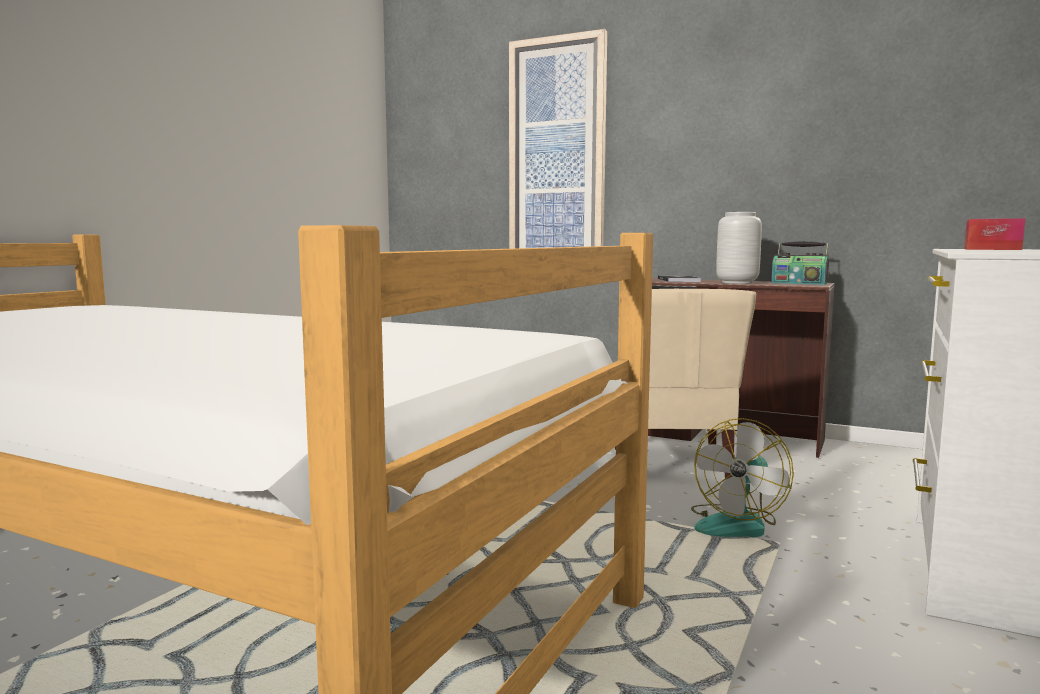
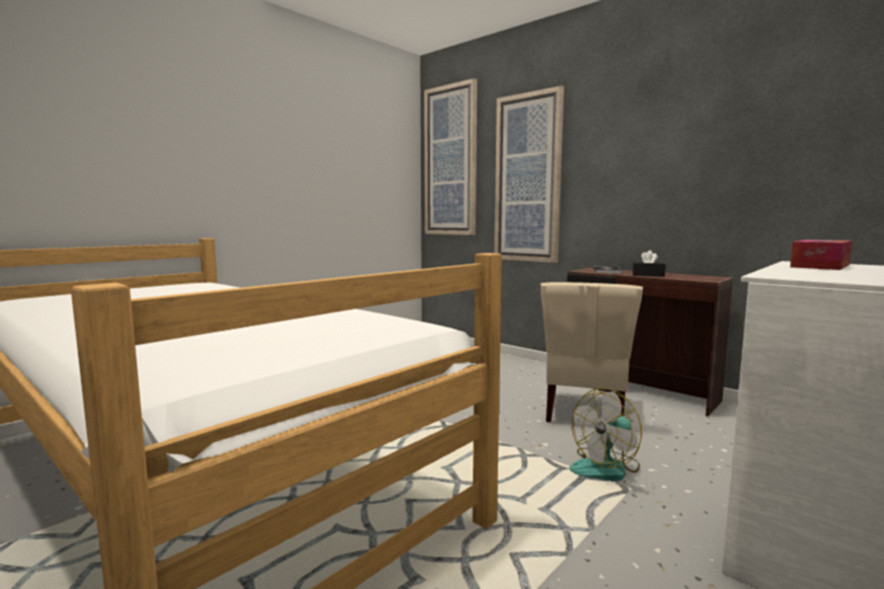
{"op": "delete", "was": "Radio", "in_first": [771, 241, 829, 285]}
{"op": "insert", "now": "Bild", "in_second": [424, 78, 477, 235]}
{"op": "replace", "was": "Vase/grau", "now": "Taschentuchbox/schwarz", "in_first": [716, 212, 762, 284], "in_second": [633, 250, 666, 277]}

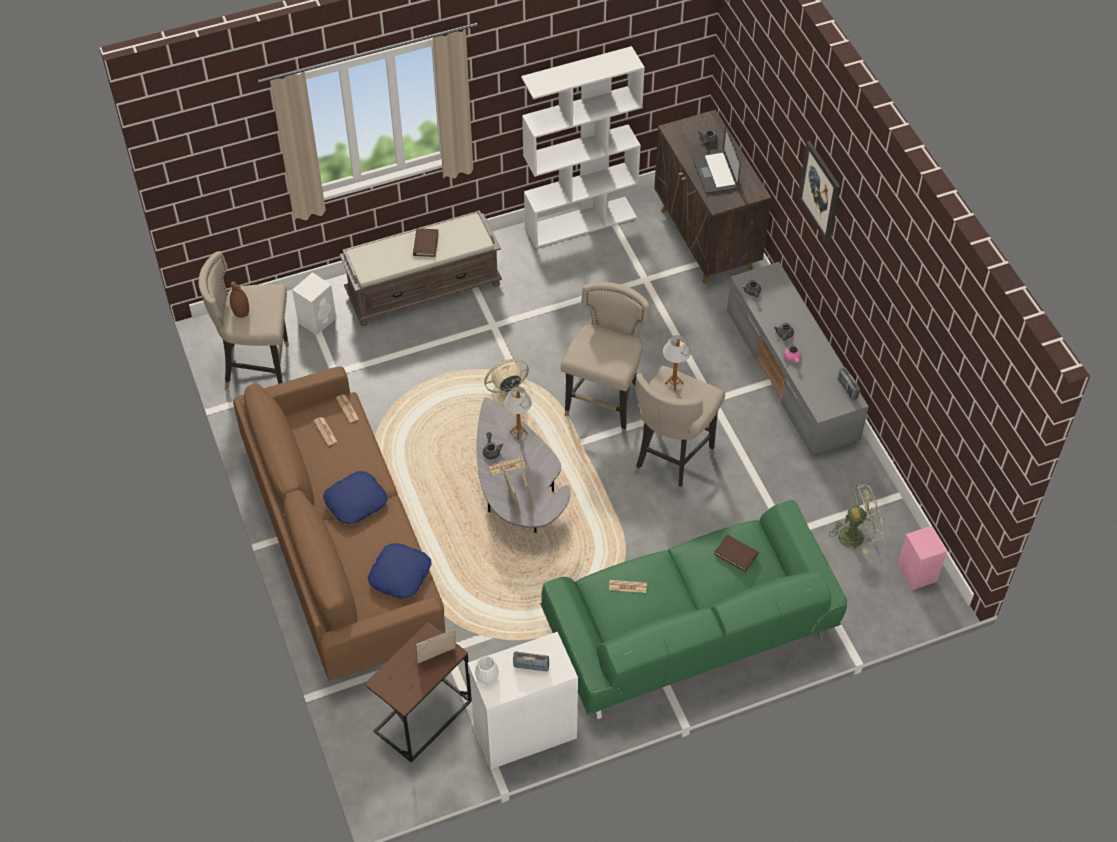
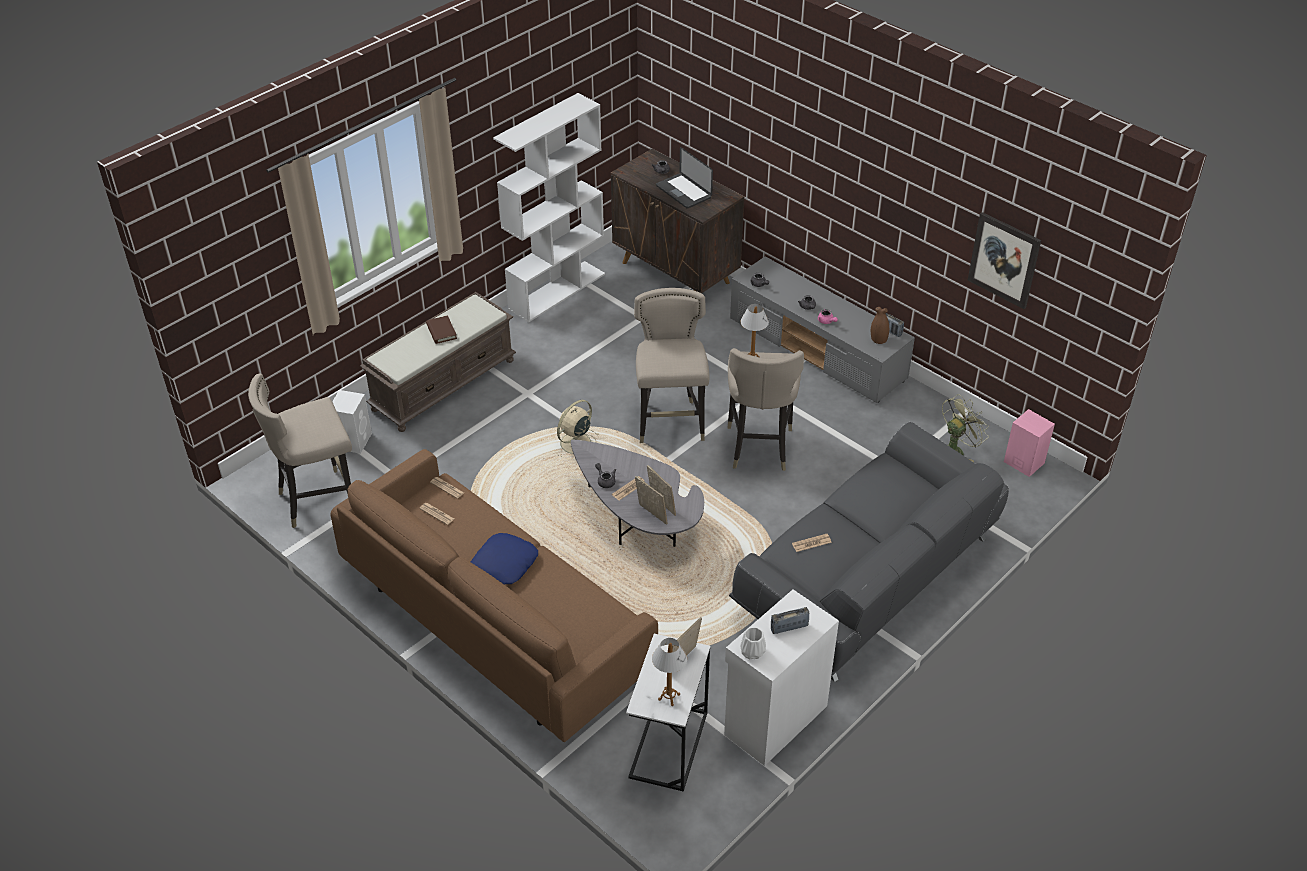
{"op": "delete", "was": "Kissen/blau", "in_first": [368, 543, 432, 598]}
{"op": "delete", "was": "Buch/braun", "in_first": [714, 535, 759, 572]}
{"op": "move", "was": "Vase/braun", "in_first": [230, 281, 249, 318], "in_second": [871, 307, 889, 344]}
{"op": "move", "was": "Tischlampe", "in_first": [504, 387, 532, 440], "in_second": [652, 638, 687, 706]}
{"op": "move", "was": "Bild", "in_first": [798, 141, 841, 244], "in_second": [967, 212, 1041, 309]}
{"op": "recolor", "was": "Beistelltisch/braun", "now": "Beistelltisch/weiß", "in_first": [365, 622, 472, 763], "in_second": [626, 634, 710, 791]}
{"op": "recolor", "was": "Sofa/grün", "now": "Sofa/grau", "in_first": [540, 499, 847, 719], "in_second": [729, 422, 1009, 682]}

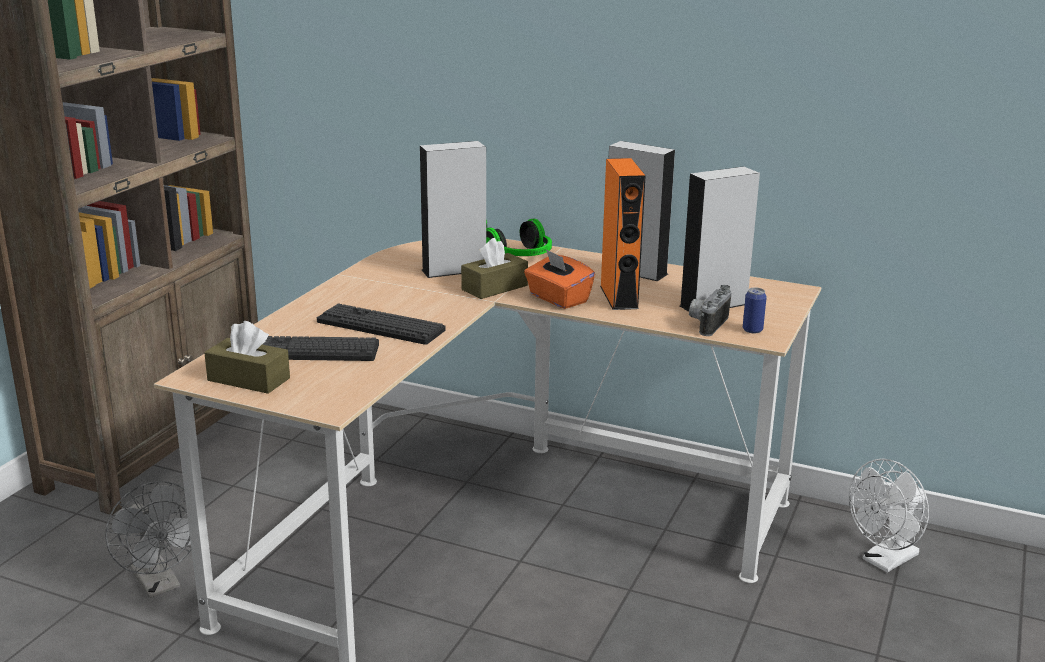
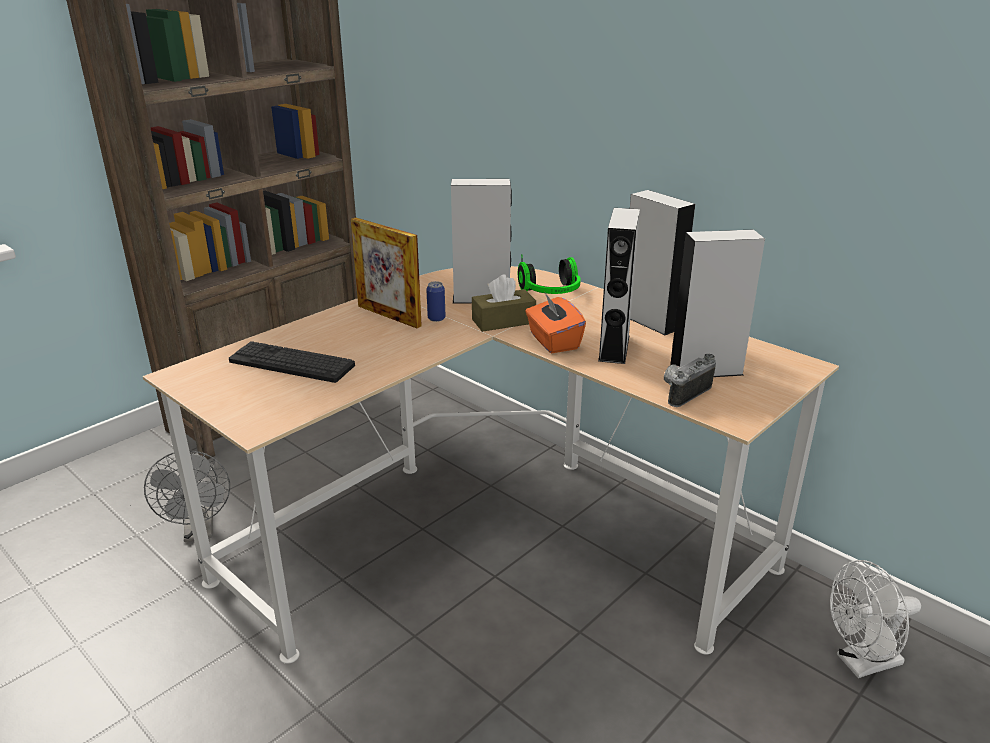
{"op": "delete", "was": "Taschentuchbox/braun", "in_first": [204, 321, 290, 394]}
{"op": "delete", "was": "Tastatur", "in_first": [317, 303, 445, 345]}
{"op": "insert", "now": "Bilderrahmen", "in_second": [351, 218, 422, 328]}
{"op": "move", "was": "Dose", "in_first": [743, 287, 767, 333], "in_second": [426, 281, 445, 322]}
{"op": "recolor", "was": "Lautsprecher/orange", "now": "Lautsprecher/grau", "in_first": [600, 158, 646, 310], "in_second": [598, 208, 640, 364]}

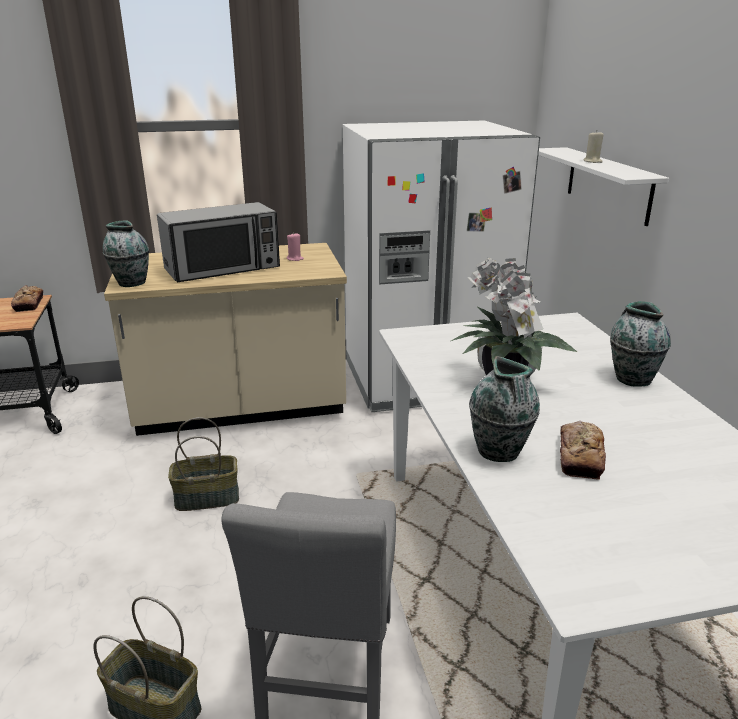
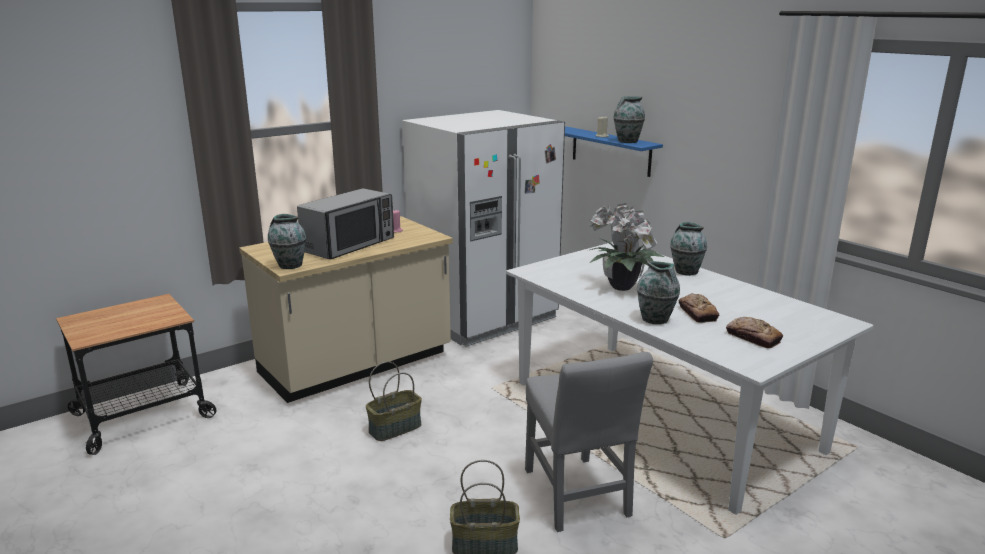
{"op": "insert", "now": "Vase", "in_second": [613, 96, 645, 143]}
{"op": "move", "was": "Brot", "in_first": [11, 285, 43, 312], "in_second": [726, 317, 783, 348]}
{"op": "recolor", "was": "Wandregal/weiß", "now": "Wandregal/blau", "in_first": [538, 147, 669, 226], "in_second": [565, 127, 663, 177]}

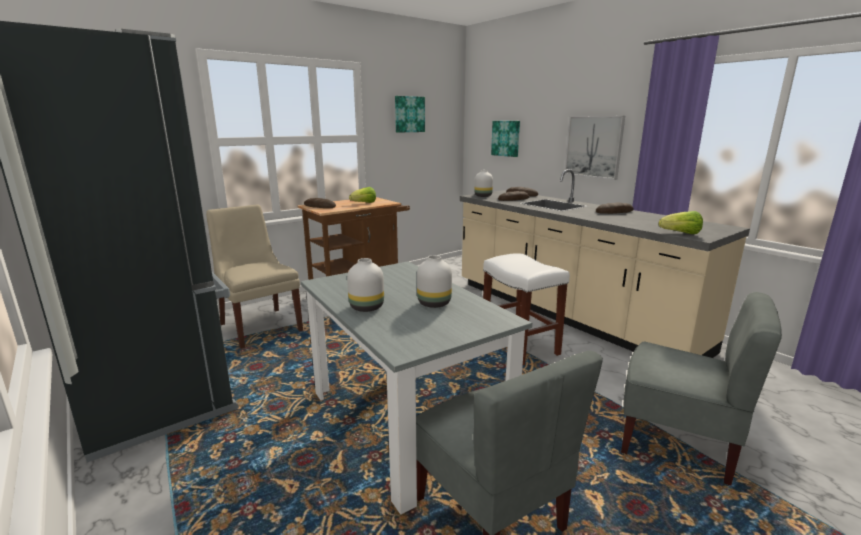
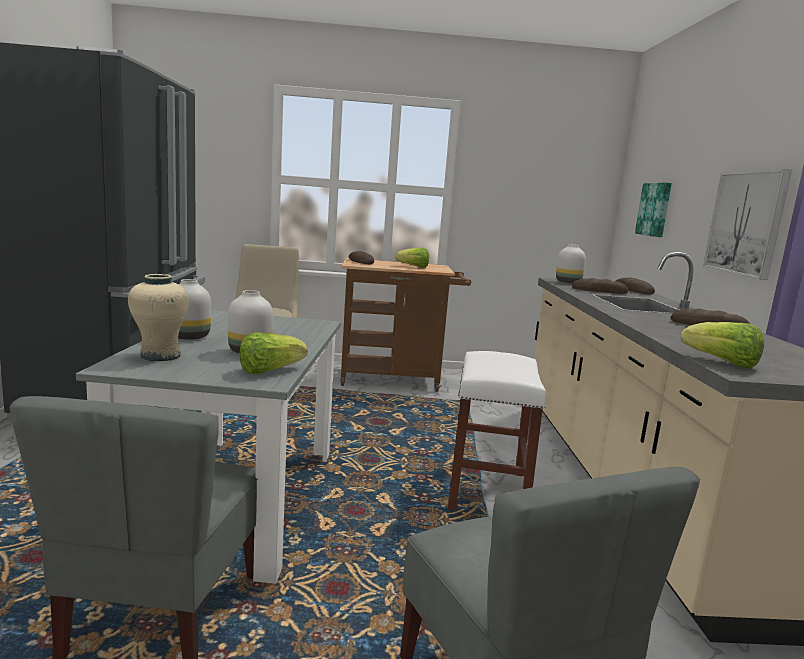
{"op": "delete", "was": "Bild", "in_first": [395, 96, 425, 132]}
{"op": "insert", "now": "Vase/beige", "in_second": [128, 274, 189, 361]}
{"op": "insert", "now": "Salatkopf", "in_second": [239, 332, 308, 374]}

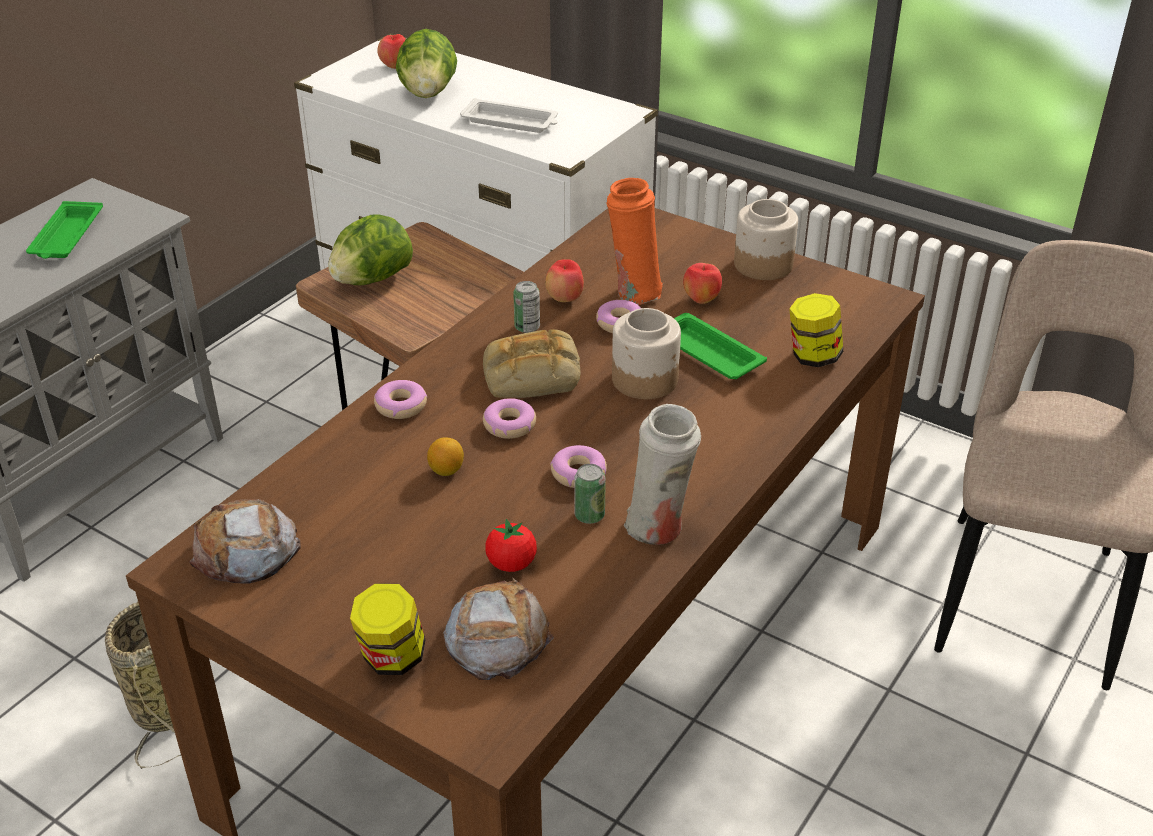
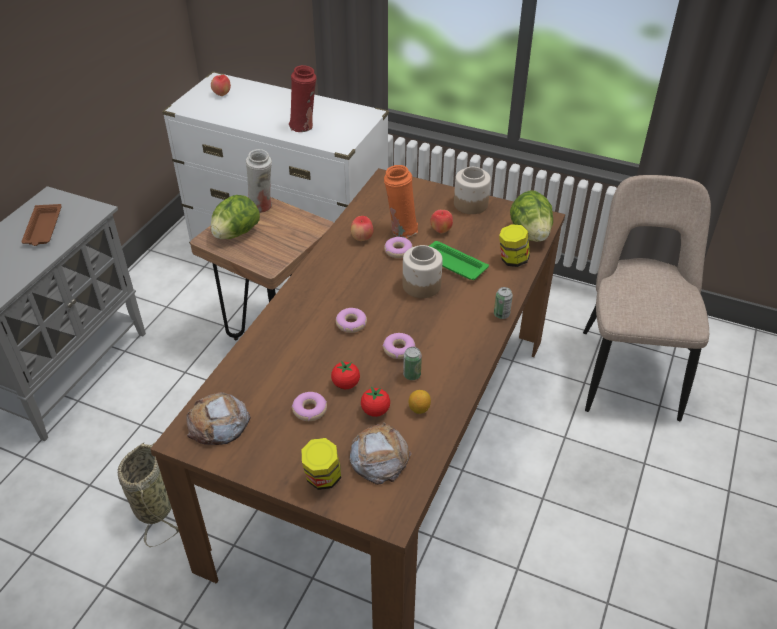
{"op": "delete", "was": "Brot", "in_first": [483, 329, 581, 398]}
{"op": "insert", "now": "Tomate", "in_second": [331, 361, 360, 389]}
{"op": "move", "was": "Donut", "in_first": [374, 380, 427, 419], "in_second": [292, 392, 327, 421]}
{"op": "move", "was": "Salatkopf", "in_first": [396, 29, 457, 98], "in_second": [510, 190, 553, 242]}
{"op": "move", "was": "Zitrone", "in_first": [427, 437, 464, 476], "in_second": [409, 390, 431, 414]}
{"op": "move", "was": "Dose", "in_first": [513, 281, 540, 333], "in_second": [494, 287, 513, 319]}
{"op": "move", "was": "Vase/weiß", "in_first": [624, 404, 701, 545], "in_second": [246, 149, 272, 213]}
{"op": "replace", "was": "Tablett/weiß", "now": "Vase/rot", "in_first": [460, 98, 558, 133], "in_second": [289, 65, 316, 132]}
{"op": "recolor", "was": "Tablett/grün", "now": "Tablett/braun", "in_first": [26, 201, 103, 259], "in_second": [21, 204, 62, 246]}

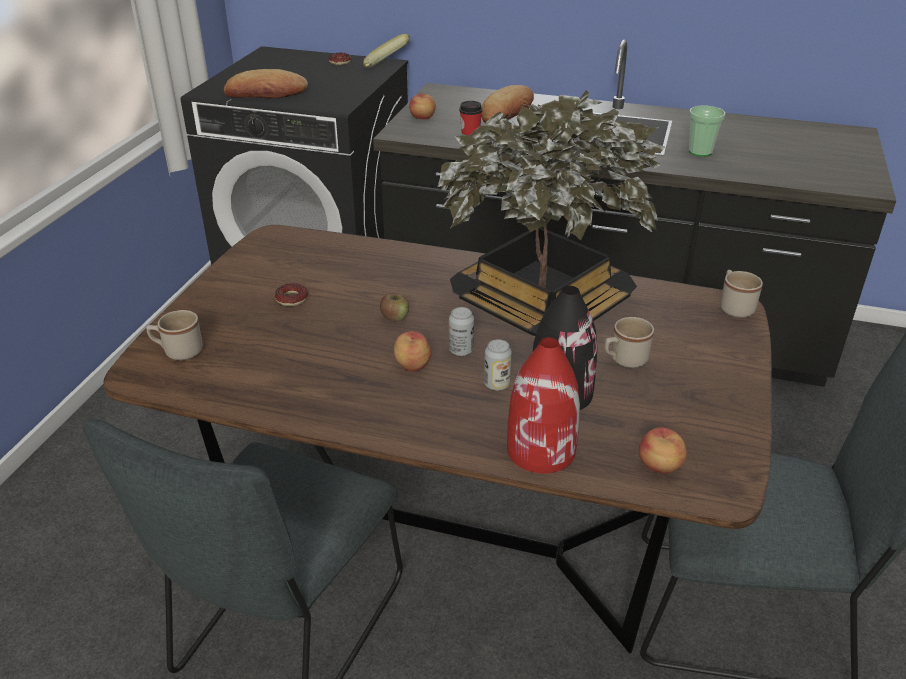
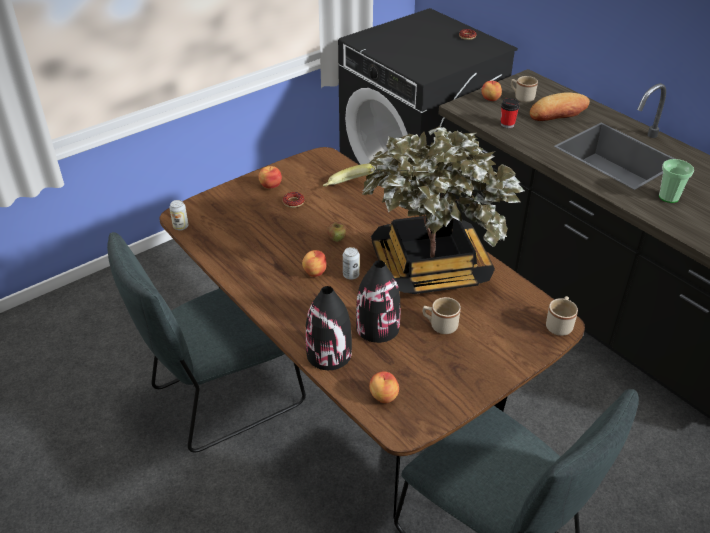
{"op": "delete", "was": "Brot", "in_first": [224, 69, 308, 99]}
{"op": "insert", "now": "Apfel", "in_second": [259, 166, 282, 188]}
{"op": "move", "was": "Henkelbecher/beige", "in_first": [146, 310, 203, 360], "in_second": [511, 76, 538, 102]}
{"op": "move", "was": "Banane", "in_first": [363, 34, 410, 68], "in_second": [323, 164, 375, 187]}
{"op": "move", "was": "Dose", "in_first": [484, 339, 512, 391], "in_second": [169, 200, 189, 230]}
{"op": "recolor", "was": "Vase/rot", "now": "Vase/schwarz", "in_first": [507, 338, 580, 473], "in_second": [306, 286, 352, 370]}

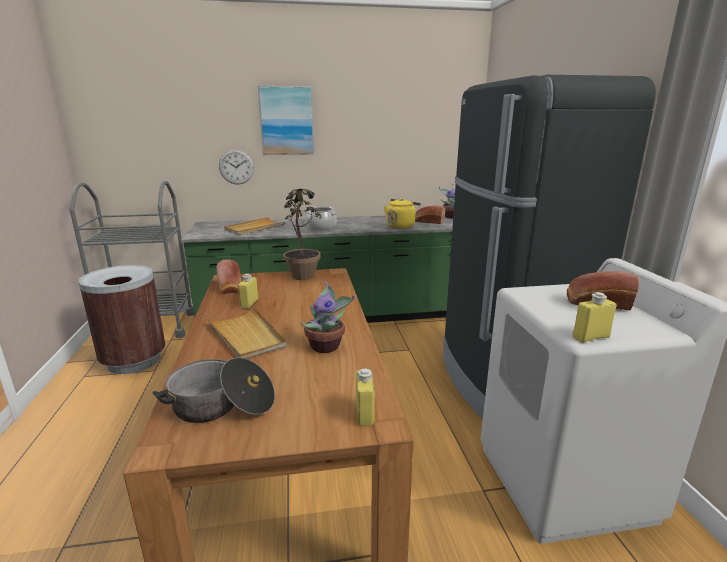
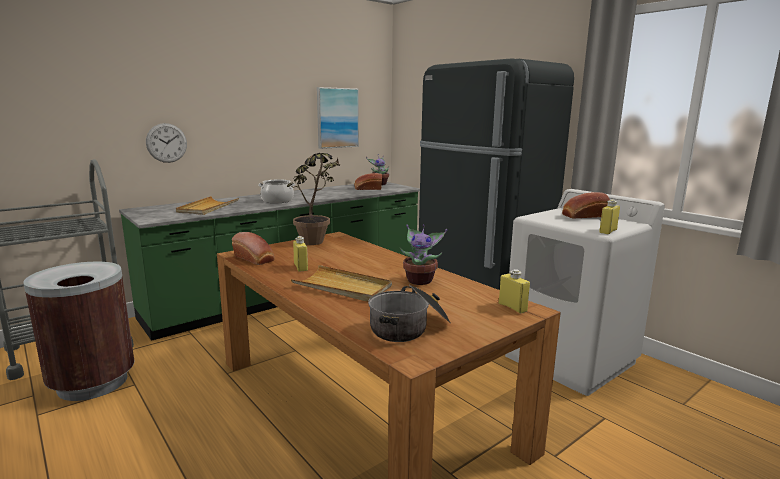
{"op": "delete", "was": "Wasserkessel/gelb", "in_first": [384, 198, 421, 229]}
{"op": "move", "was": "Bild", "in_first": [258, 86, 314, 155], "in_second": [317, 87, 359, 149]}

